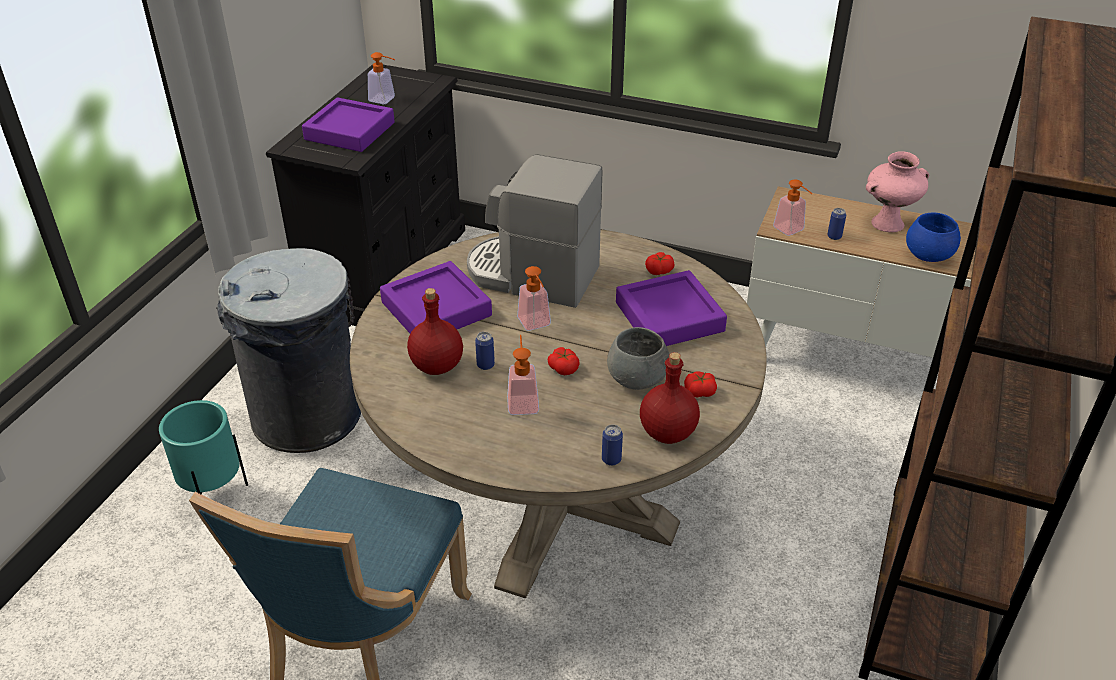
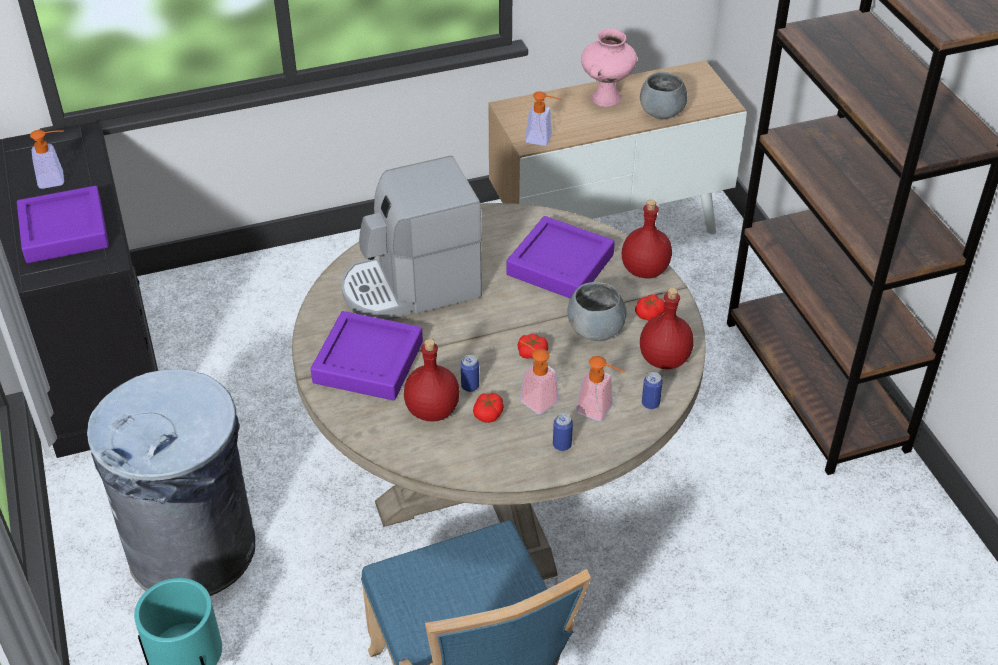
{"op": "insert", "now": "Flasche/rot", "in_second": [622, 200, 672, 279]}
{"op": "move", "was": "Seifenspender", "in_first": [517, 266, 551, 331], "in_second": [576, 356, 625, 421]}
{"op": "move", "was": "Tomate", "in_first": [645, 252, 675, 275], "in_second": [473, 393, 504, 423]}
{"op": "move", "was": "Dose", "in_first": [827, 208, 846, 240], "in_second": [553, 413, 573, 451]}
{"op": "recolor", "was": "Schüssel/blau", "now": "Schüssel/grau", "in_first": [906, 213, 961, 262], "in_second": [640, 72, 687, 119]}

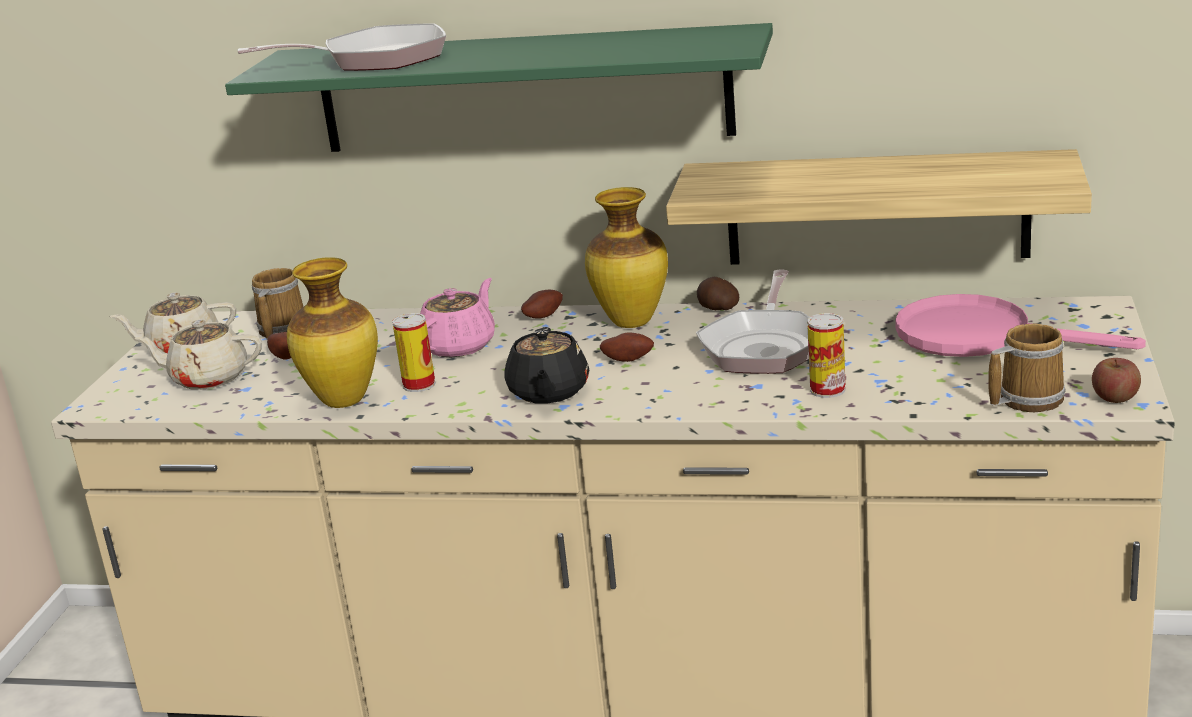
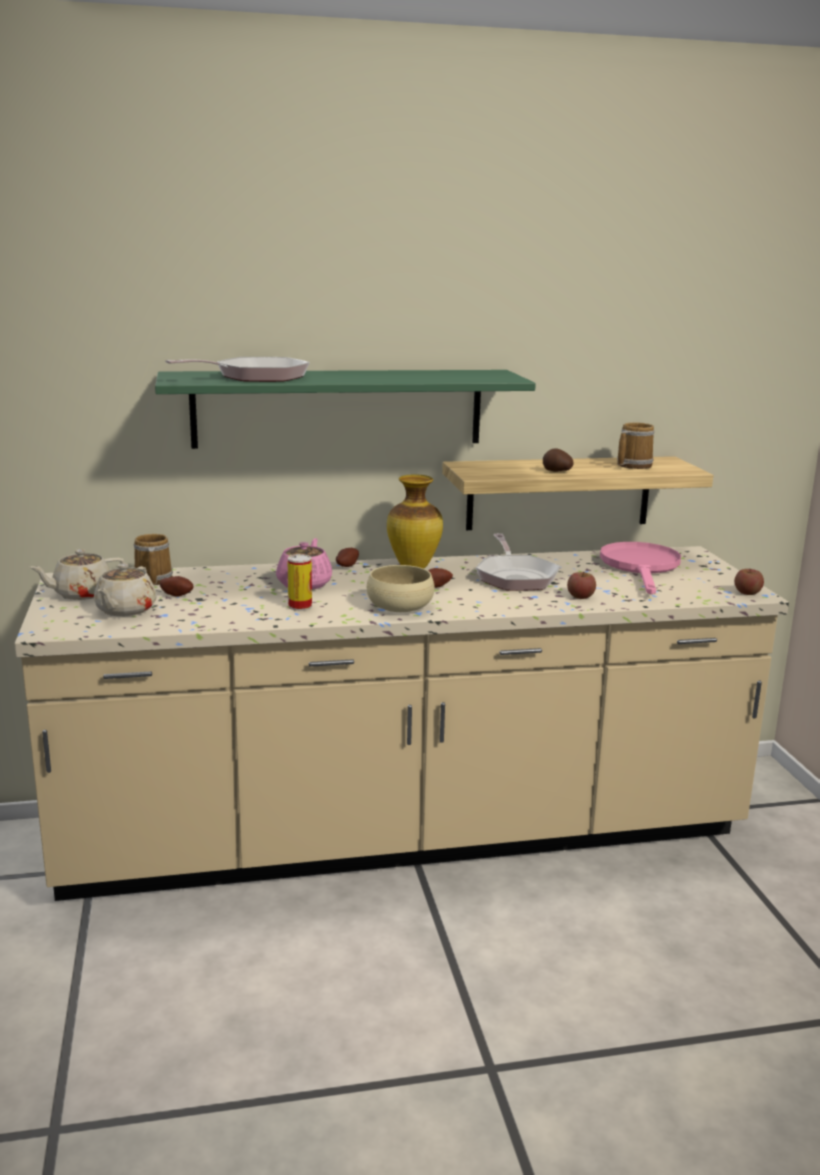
{"op": "delete", "was": "Vase", "in_first": [287, 257, 378, 408]}
{"op": "move", "was": "Kartoffel", "in_first": [697, 277, 739, 310], "in_second": [543, 448, 574, 472]}
{"op": "move", "was": "Henkelbecher", "in_first": [988, 324, 1066, 412], "in_second": [617, 422, 654, 469]}
{"op": "replace", "was": "Teekanne/schwarz", "now": "Schüssel/beige", "in_first": [504, 327, 590, 403], "in_second": [367, 565, 435, 612]}
{"op": "replace", "was": "Dose", "now": "Apfel", "in_first": [807, 313, 846, 398], "in_second": [567, 572, 596, 599]}
{"op": "rotate", "was": "Teekanne/beige", "in_first": [135, 320, 262, 390], "in_second": [94, 564, 157, 616], "clockwise": -60}
{"op": "rotate", "was": "Pfanne/rosa", "in_first": [895, 294, 1146, 357], "in_second": [600, 542, 681, 594], "clockwise": 90}

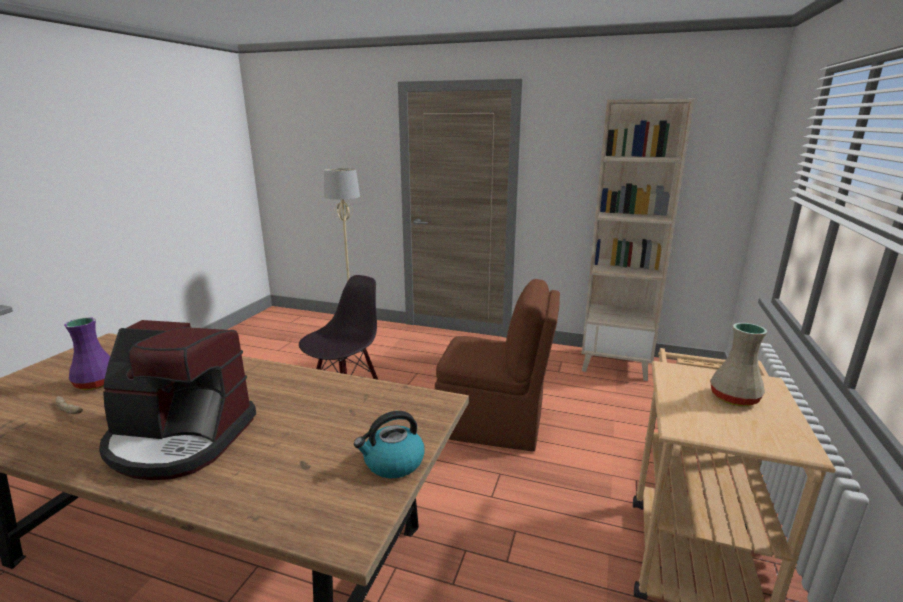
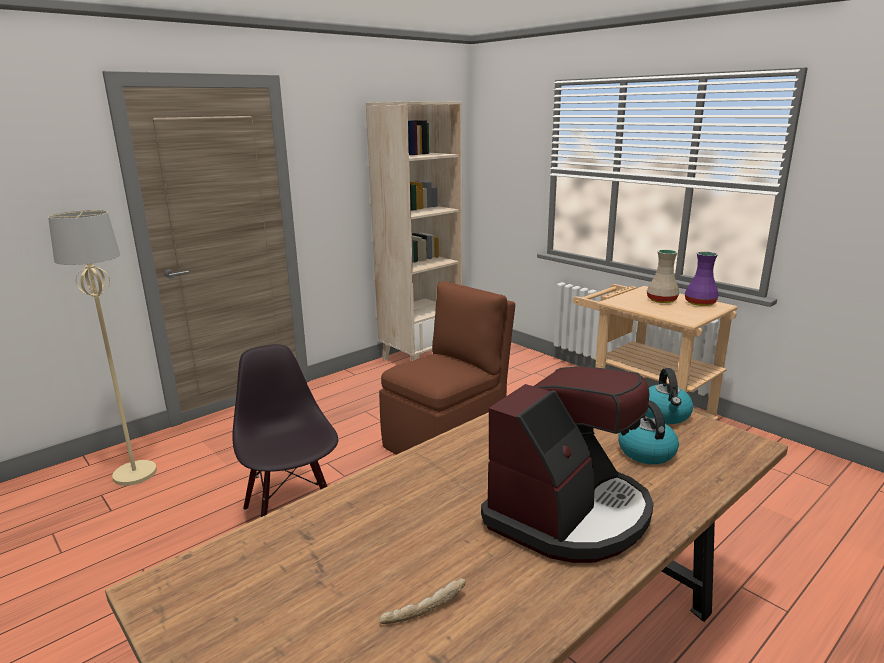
{"op": "insert", "now": "Wasserkessel", "in_second": [619, 401, 679, 464]}
{"op": "move", "was": "Vase/lila", "in_first": [64, 317, 110, 390], "in_second": [685, 252, 719, 306]}

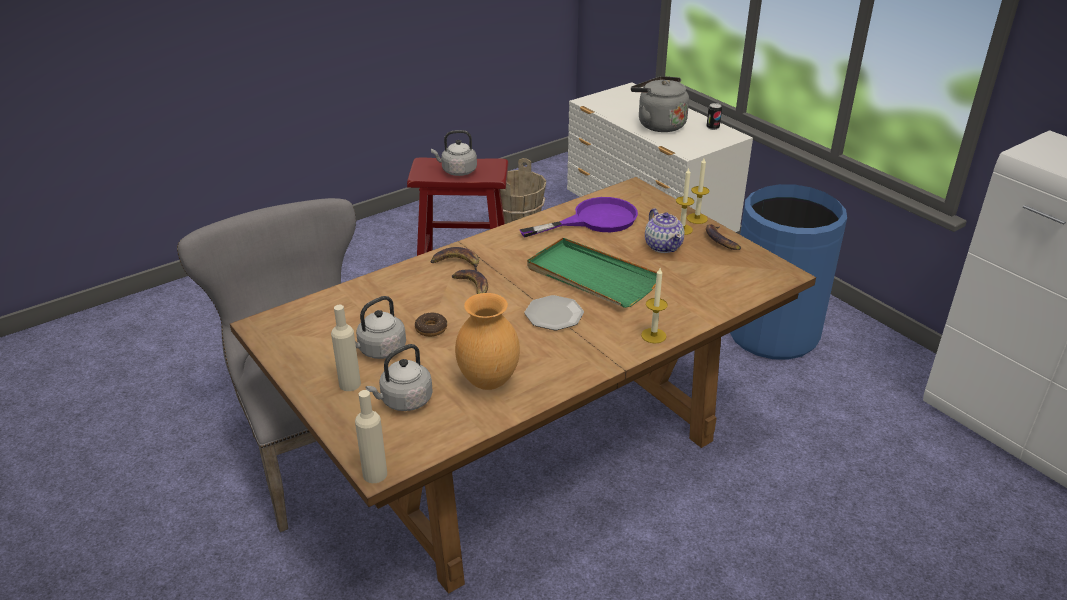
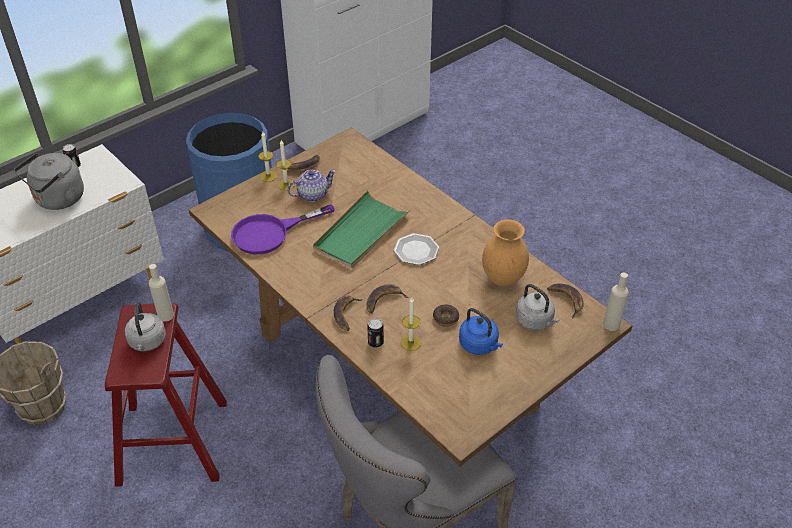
{"op": "insert", "now": "Dose", "in_second": [367, 318, 384, 348]}
{"op": "insert", "now": "Banane", "in_second": [547, 284, 584, 319]}
{"op": "move", "was": "Flasche/beige", "in_first": [331, 305, 361, 391], "in_second": [149, 264, 174, 322]}
{"op": "move", "was": "Kerze", "in_first": [641, 268, 668, 343], "in_second": [401, 297, 421, 351]}
{"op": "recolor", "was": "Wasserkessel/grau", "now": "Wasserkessel/blau", "in_first": [355, 296, 406, 359], "in_second": [459, 308, 503, 355]}
{"op": "rotate", "was": "Pfanne/lila", "in_first": [520, 197, 638, 237], "in_second": [231, 204, 335, 254], "clockwise": -90}

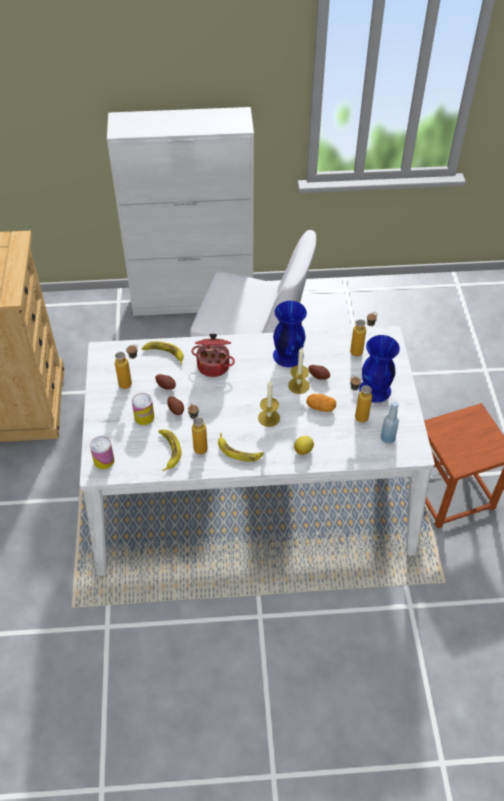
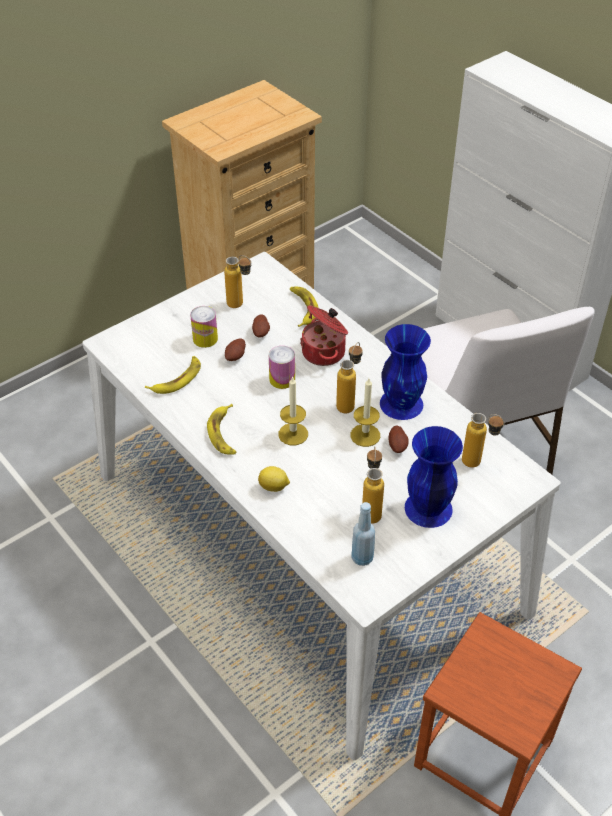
{"op": "delete", "was": "Kartoffel", "in_first": [306, 394, 336, 412]}
{"op": "move", "was": "Dose", "in_first": [90, 436, 114, 469], "in_second": [269, 346, 295, 389]}
{"op": "move", "was": "Flasche", "in_first": [188, 403, 208, 454], "in_second": [336, 342, 363, 413]}

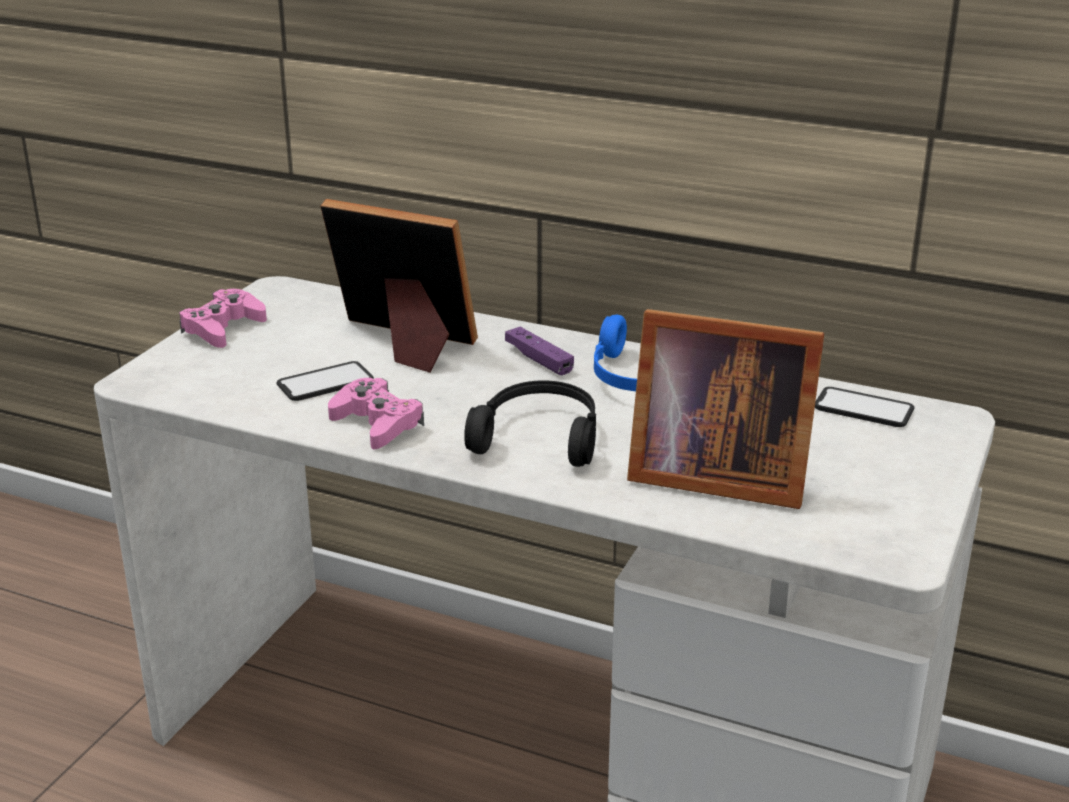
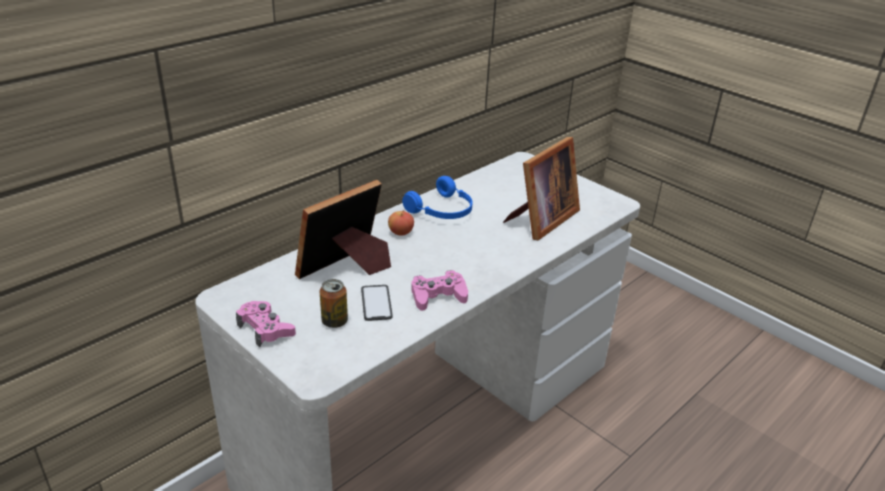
{"op": "delete", "was": "Kopfhörer/schwarz", "in_first": [464, 380, 596, 467]}
{"op": "delete", "was": "Handy", "in_first": [815, 387, 915, 427]}
{"op": "insert", "now": "Dose", "in_second": [319, 279, 348, 328]}
{"op": "replace", "was": "Gamepad/lila", "now": "Apfel", "in_first": [505, 327, 574, 375], "in_second": [388, 210, 414, 236]}

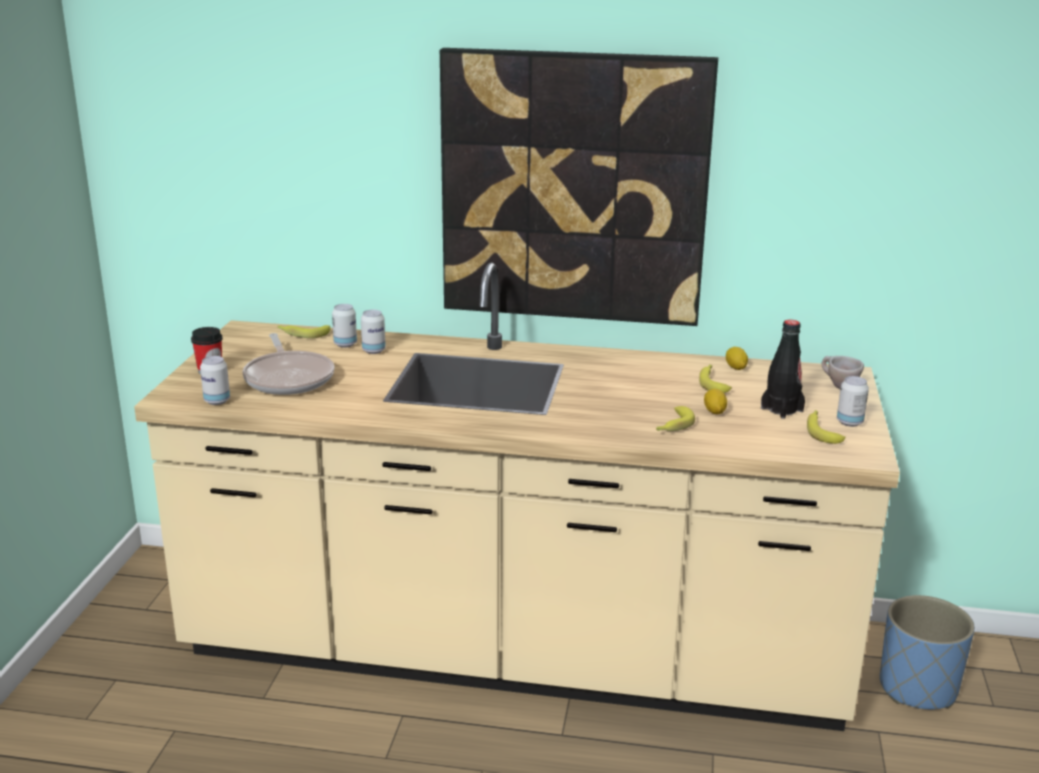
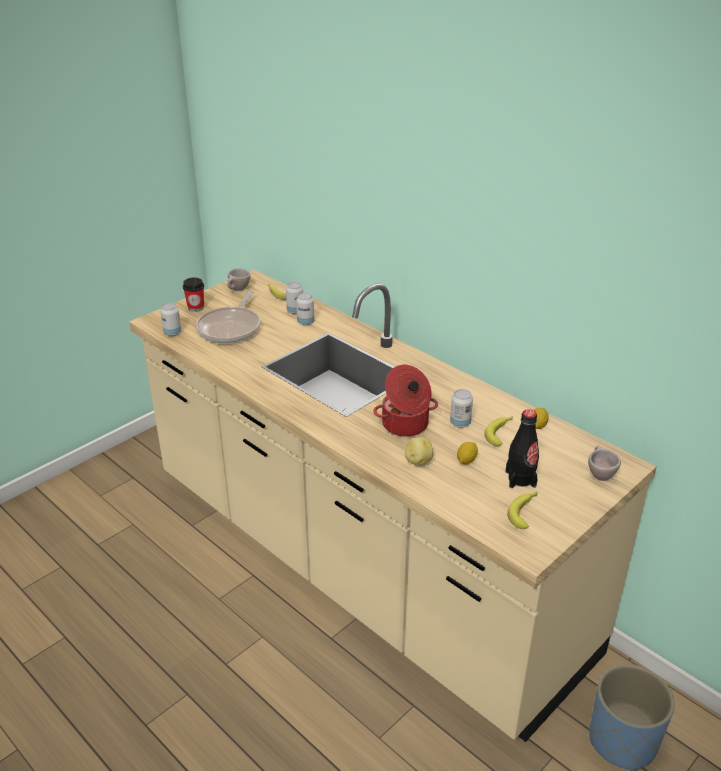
{"op": "delete", "was": "Bild", "in_first": [440, 48, 718, 326]}
{"op": "insert", "now": "Tasse/beige", "in_second": [227, 268, 250, 291]}
{"op": "insert", "now": "Kochtopf", "in_second": [373, 365, 438, 437]}
{"op": "move", "was": "Dose", "in_first": [837, 376, 869, 427], "in_second": [450, 389, 473, 428]}
{"op": "replace", "was": "Banane", "now": "Kartoffel", "in_first": [656, 406, 695, 431], "in_second": [405, 437, 433, 466]}

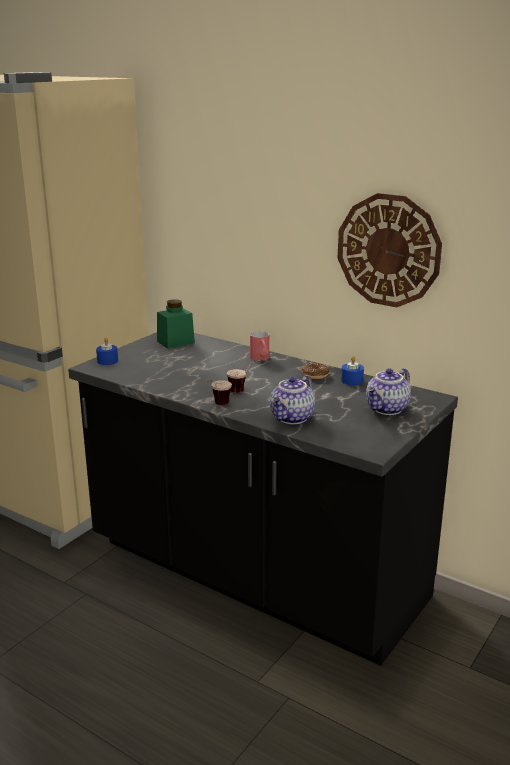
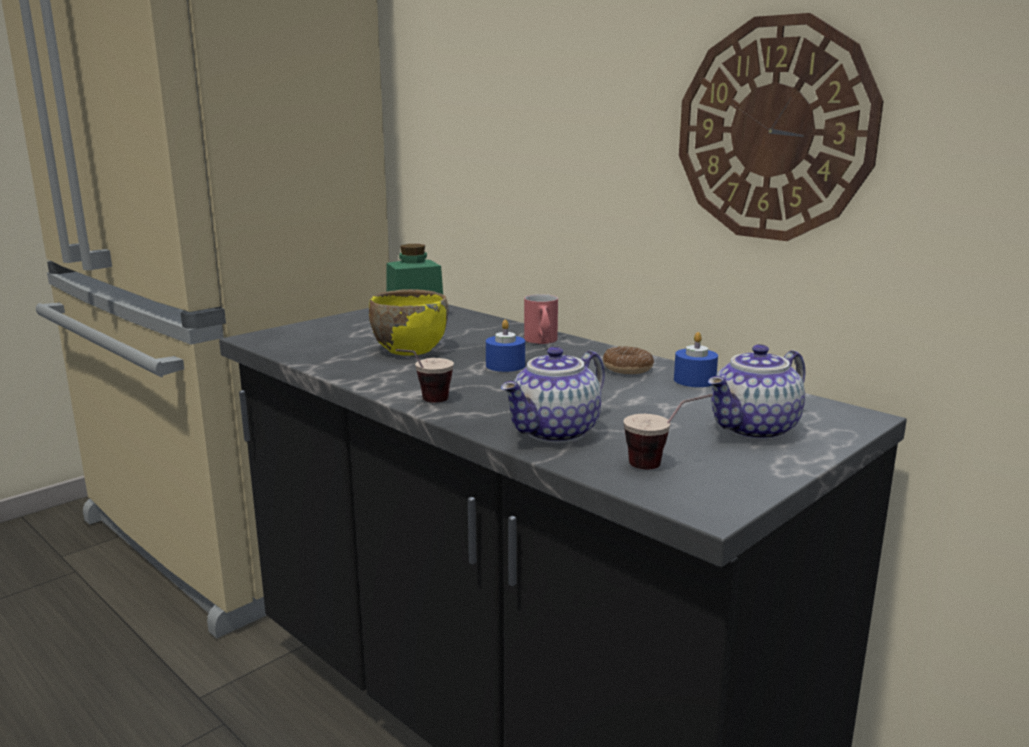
{"op": "insert", "now": "Schüssel/gelb", "in_second": [369, 289, 448, 356]}
{"op": "move", "was": "Kerze/blau", "in_first": [96, 338, 118, 365], "in_second": [486, 320, 525, 372]}
{"op": "move", "was": "Tasse", "in_first": [227, 360, 263, 393], "in_second": [623, 394, 713, 469]}

